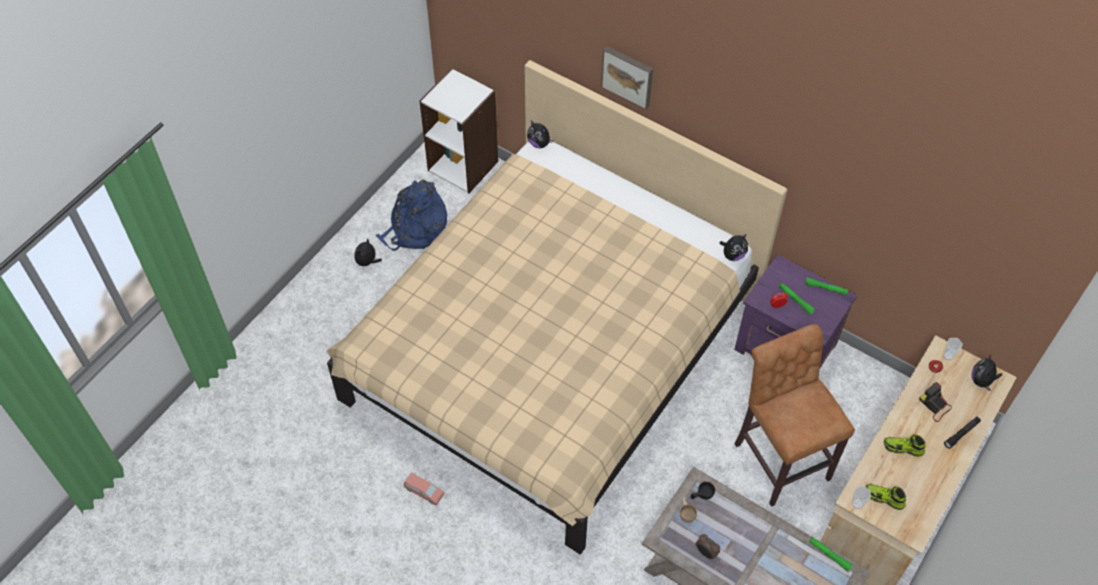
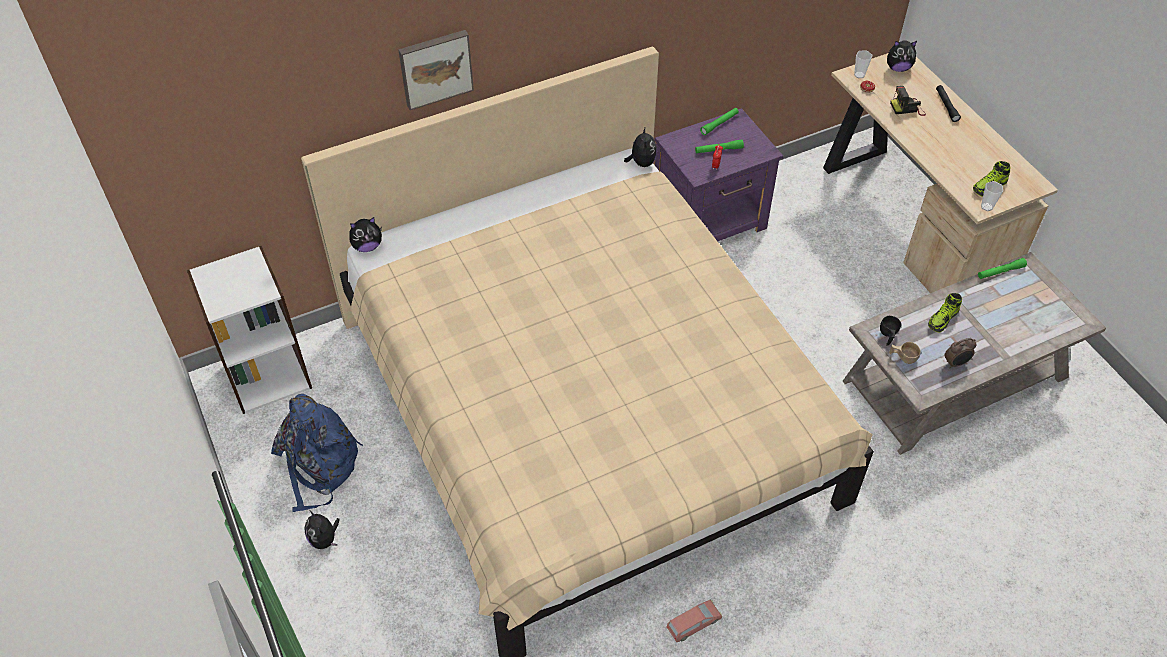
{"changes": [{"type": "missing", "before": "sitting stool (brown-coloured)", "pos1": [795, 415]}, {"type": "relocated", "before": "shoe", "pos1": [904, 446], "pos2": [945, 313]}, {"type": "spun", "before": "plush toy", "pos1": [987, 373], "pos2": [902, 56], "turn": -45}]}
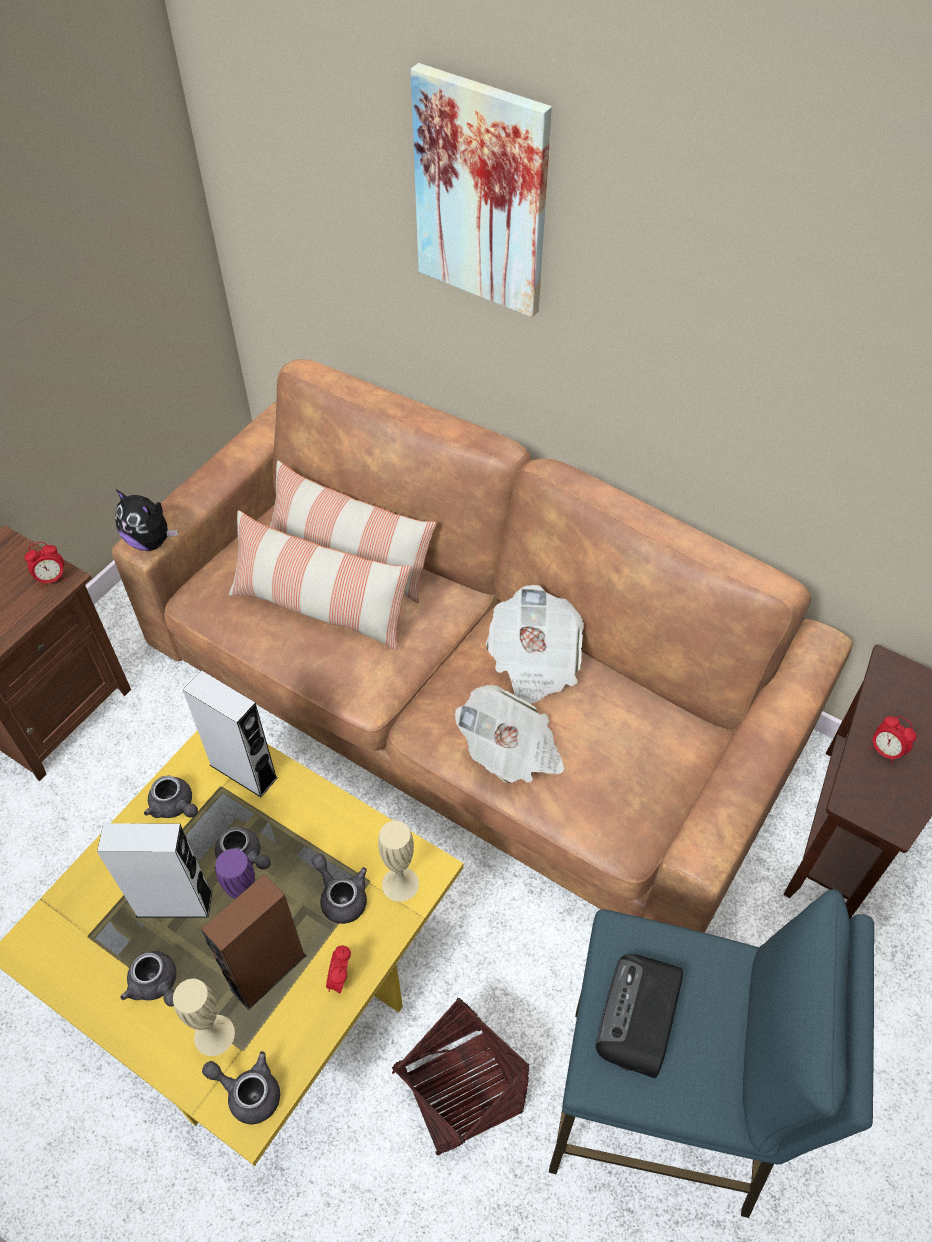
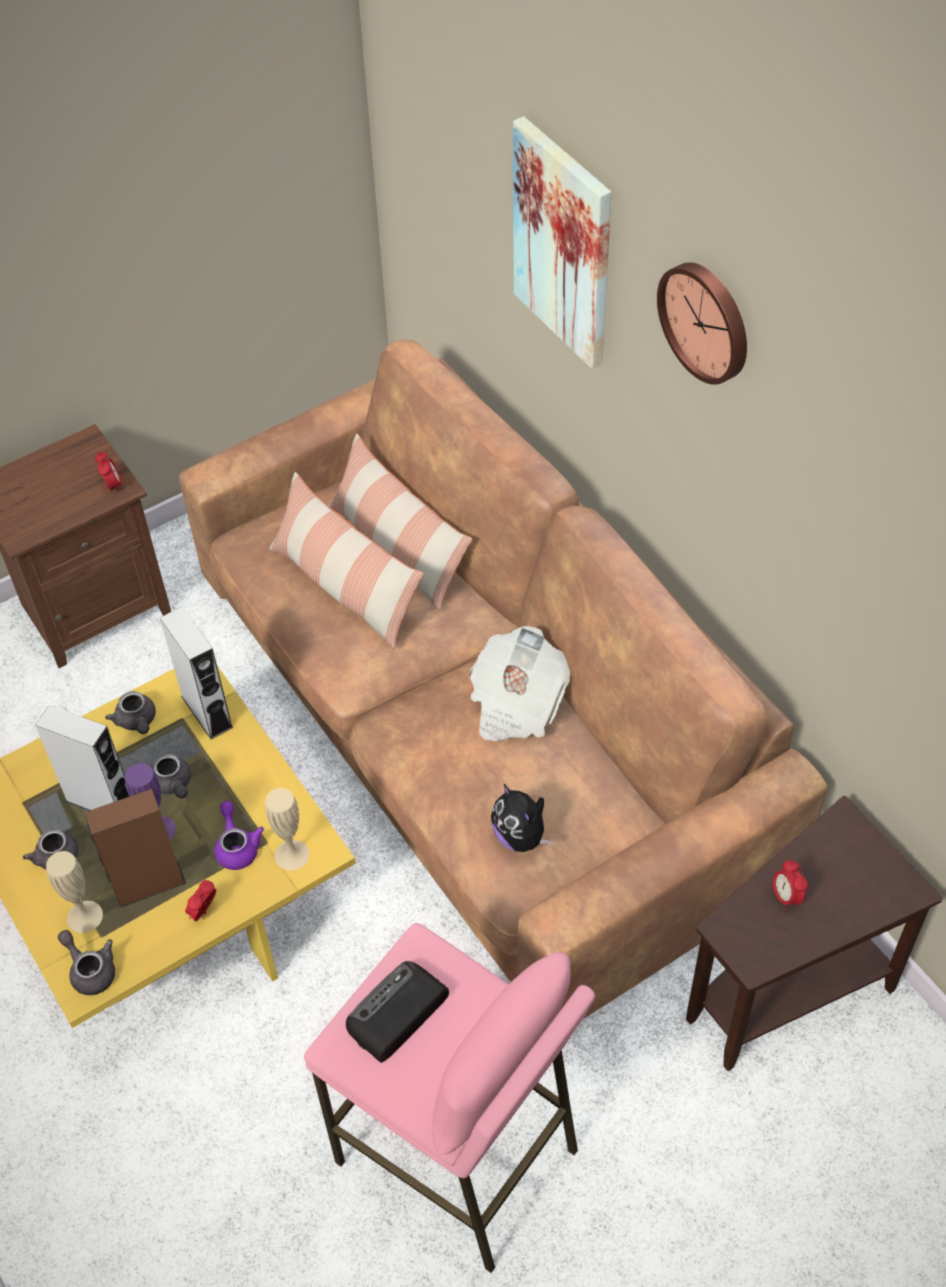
{"changes": [{"type": "missing", "before": "household basket", "pos1": [460, 1076]}, {"type": "missing", "before": "daily paper", "pos1": [509, 734]}, {"type": "appeared", "after": "wall clock", "pos2": [702, 323]}, {"type": "relocated", "before": "plush toy", "pos1": [146, 520], "pos2": [521, 817]}, {"type": "colour", "before": "tea pot (grey)", "after": "tea pot (purplish)", "pos1": [339, 889], "pos2": [239, 835]}, {"type": "colour", "before": "sitting stool (blue)", "after": "sitting stool (pinkish)", "pos1": [711, 1053], "pos2": [449, 1098]}, {"type": "spun", "before": "bedside clock", "pos1": [45, 565], "pos2": [108, 472], "turn": -105}]}
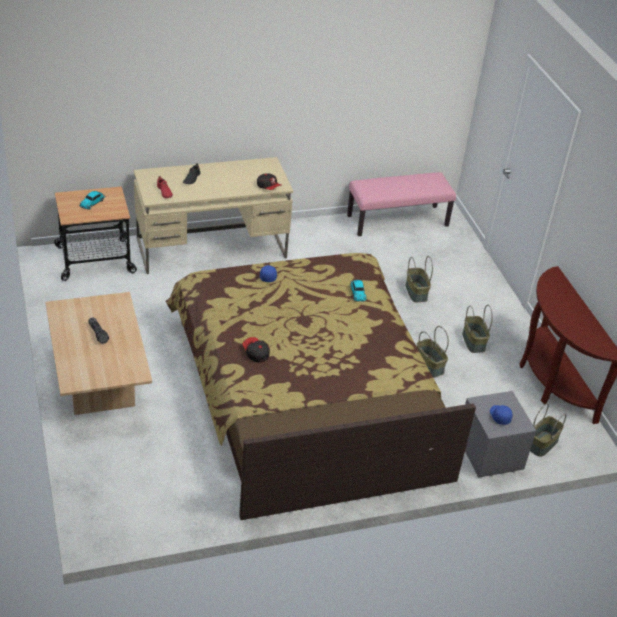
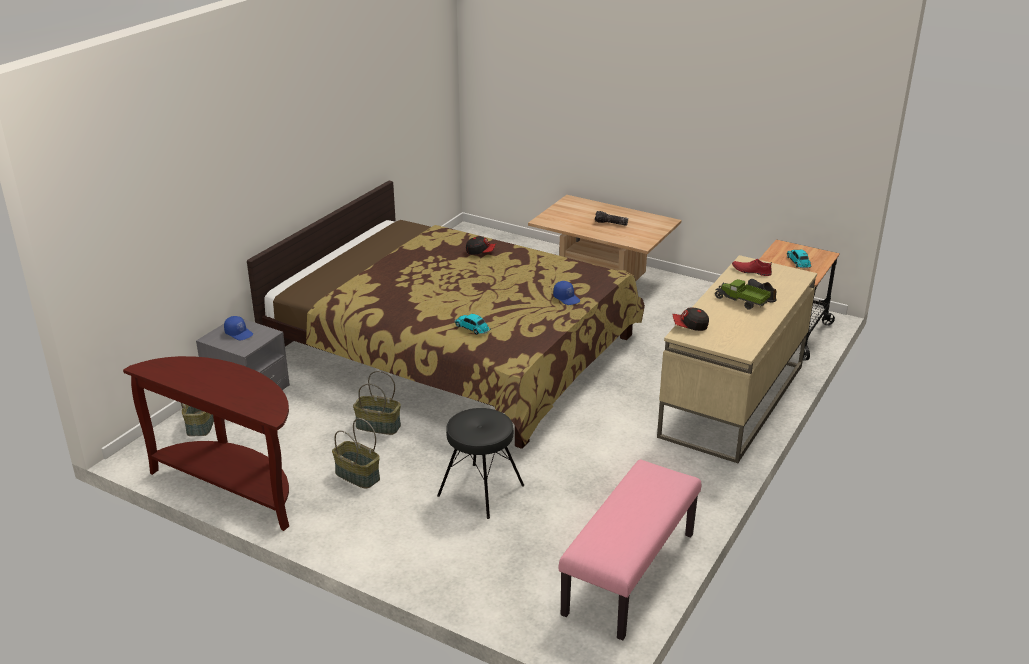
{"changes": [{"type": "appeared", "after": "toy truck", "pos2": [742, 294]}, {"type": "exchanged", "before": "household basket", "after": "sitting stool (blackish)", "pos1": [419, 279], "pos2": [480, 463]}]}
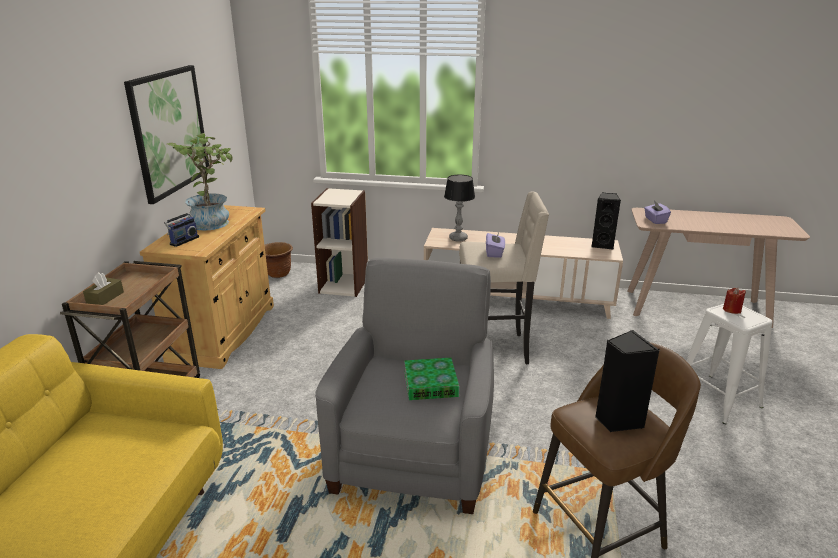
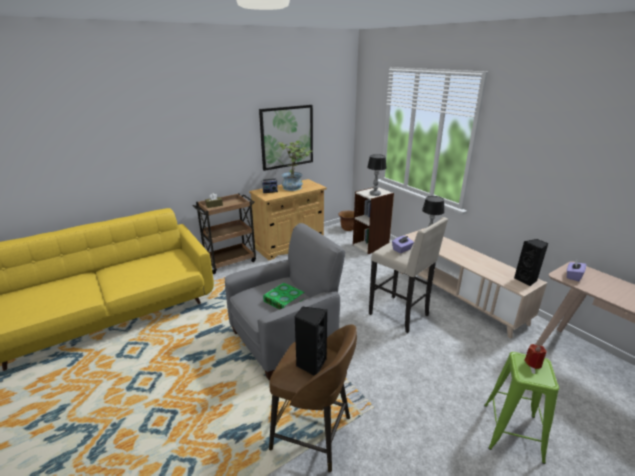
{"changes": [{"type": "appeared", "after": "table lamp", "pos2": [377, 175]}, {"type": "colour", "before": "sitting stool (whitish)", "after": "sitting stool (green)", "pos1": [729, 364], "pos2": [521, 408]}]}
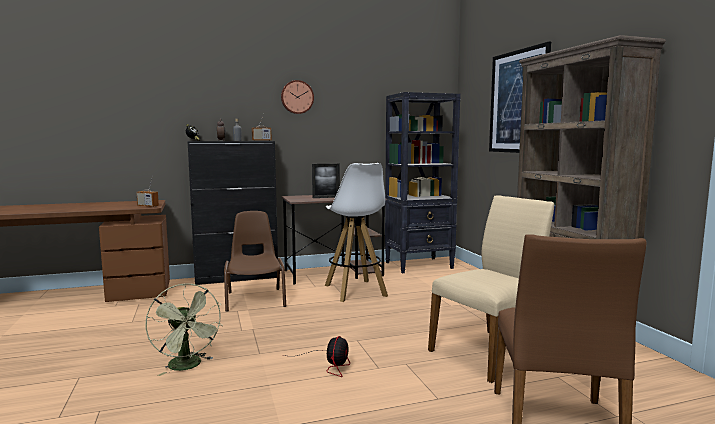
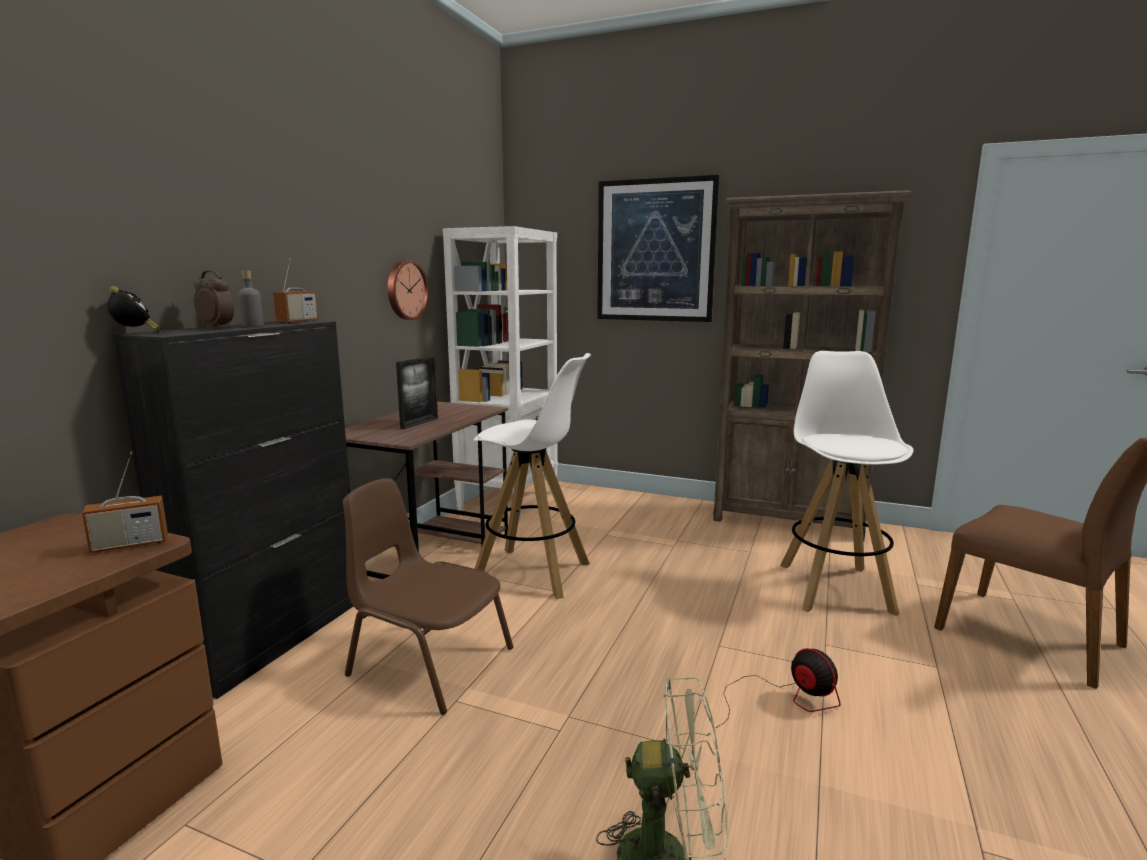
{"changes": [{"type": "relocated", "before": "wall clock", "pos1": [297, 97], "pos2": [408, 290]}, {"type": "exchanged", "before": "upright chair (sand-coloured)", "after": "sitting stool (whitish)", "pos1": [491, 289], "pos2": [846, 483]}, {"type": "colour", "before": "bookshelf (blackish)", "after": "bookshelf (whitish)", "pos1": [423, 182], "pos2": [500, 373]}]}
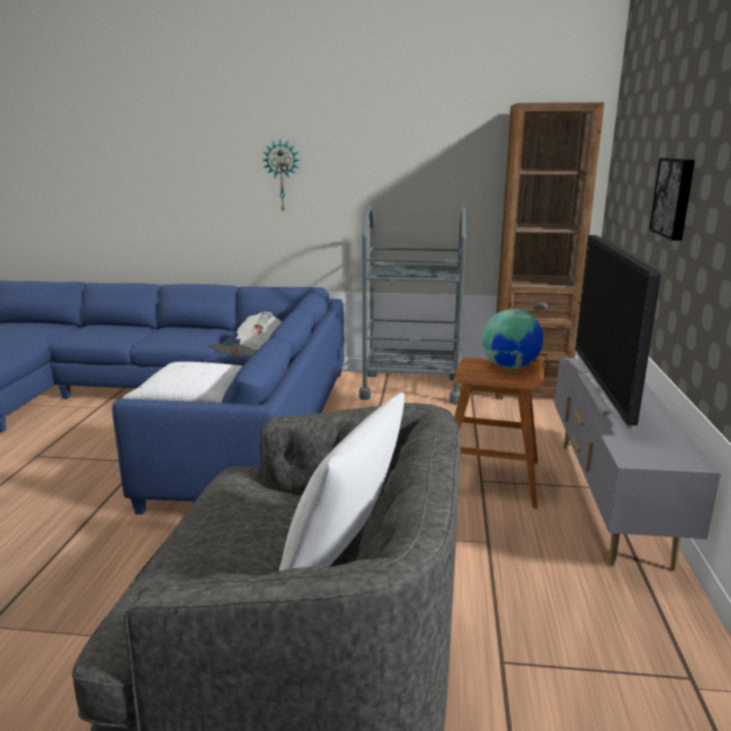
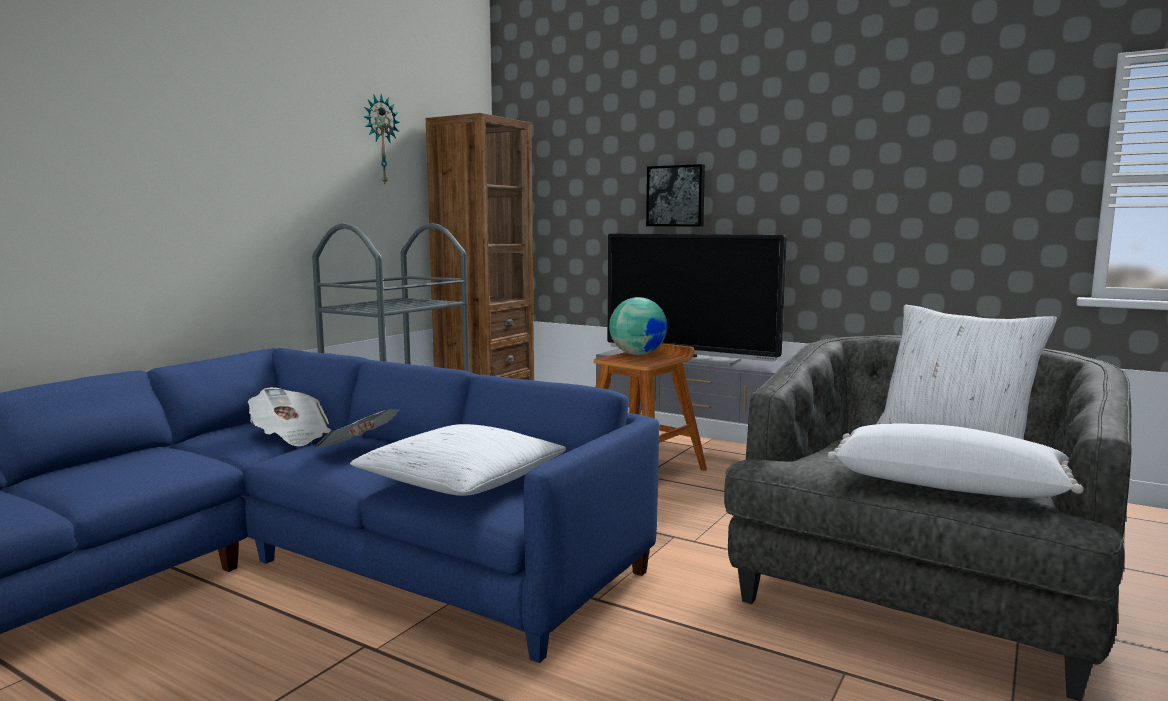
{"changes": [{"type": "appeared", "after": "cushion (whitish)", "pos2": [956, 461]}, {"type": "relocated", "before": "wall clock", "pos1": [281, 175], "pos2": [382, 139]}]}
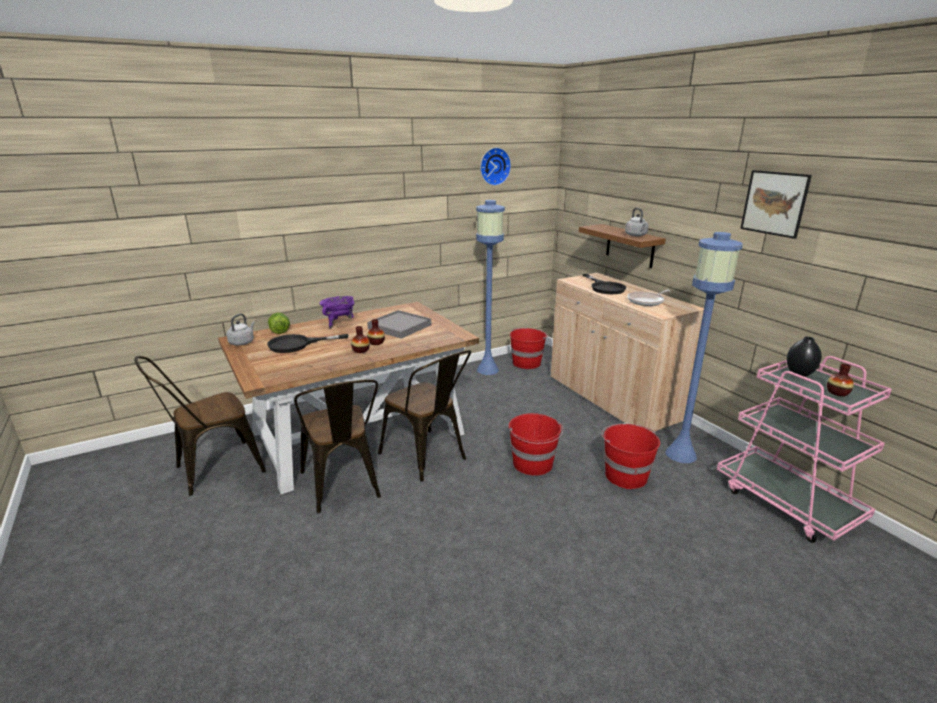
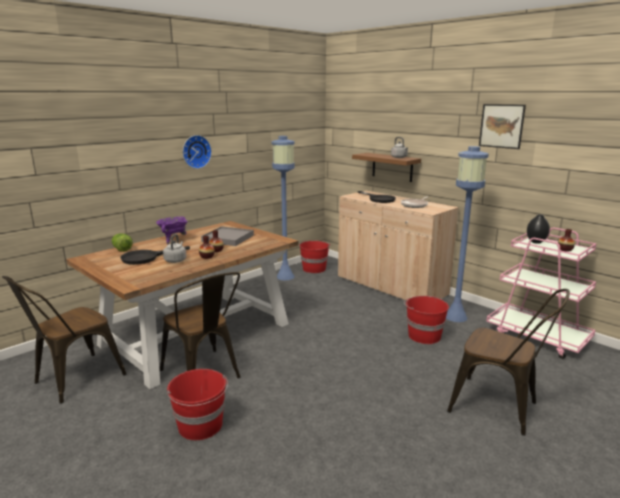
{"changes": [{"type": "relocated", "before": "water kettle (grey)", "pos1": [240, 330], "pos2": [174, 248]}, {"type": "relocated", "before": "upright chair (brown-coloured)", "pos1": [424, 416], "pos2": [508, 362]}, {"type": "relocated", "before": "wall clock", "pos1": [495, 166], "pos2": [197, 152]}, {"type": "relocated", "before": "pail (red)", "pos1": [536, 444], "pos2": [197, 404]}]}
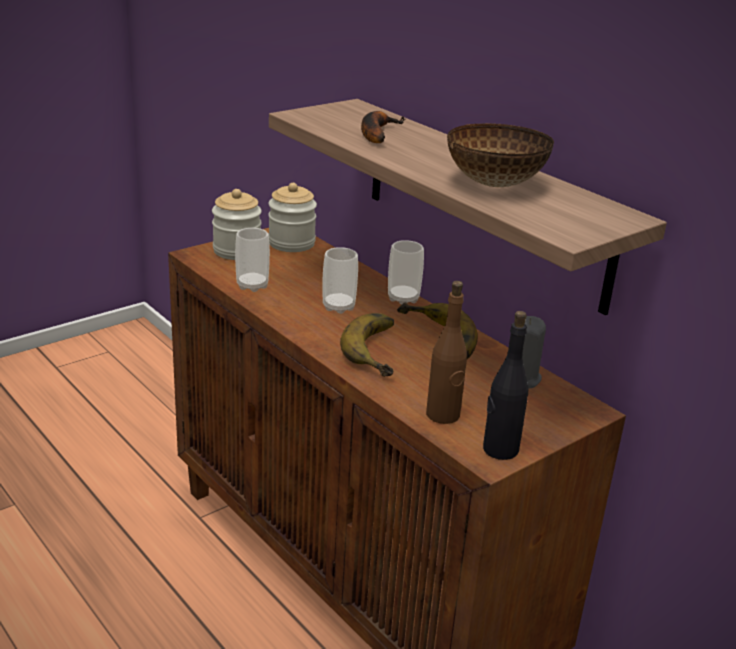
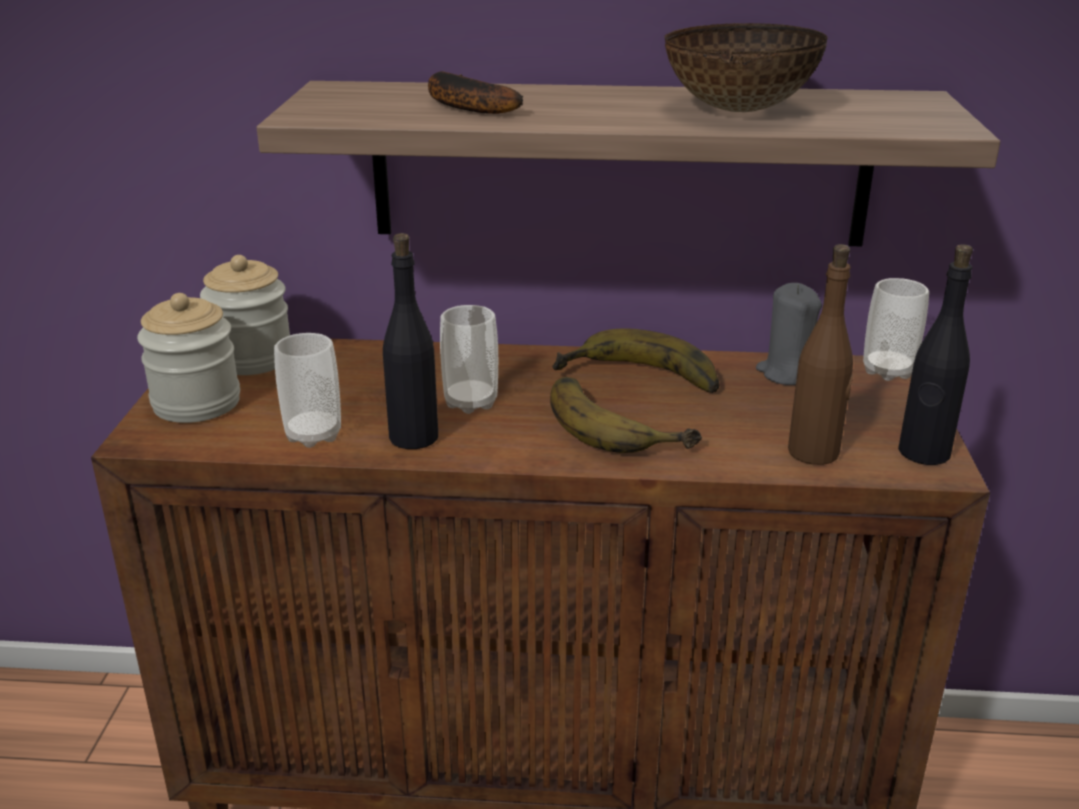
{"changes": [{"type": "appeared", "after": "beverage bottle (blackish)", "pos2": [410, 341]}, {"type": "relocated", "before": "cup", "pos1": [406, 272], "pos2": [896, 329]}]}
